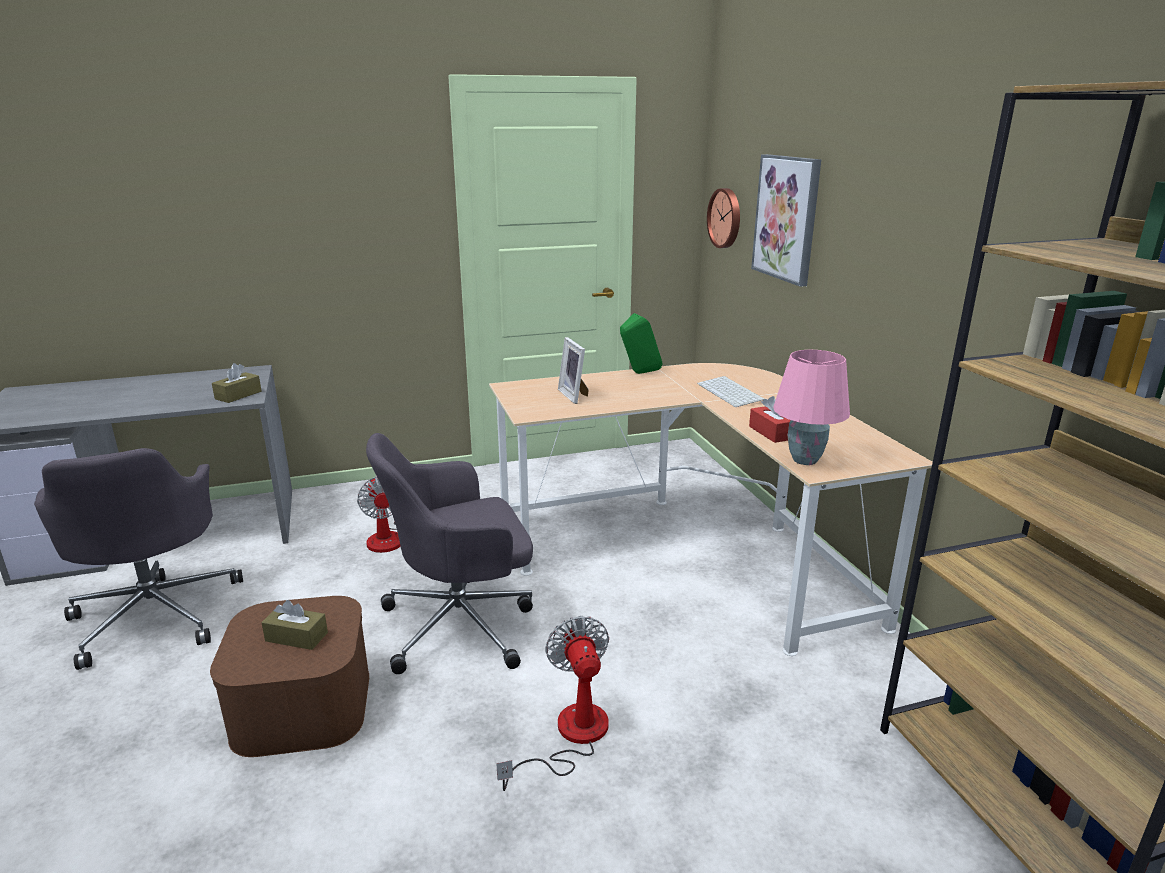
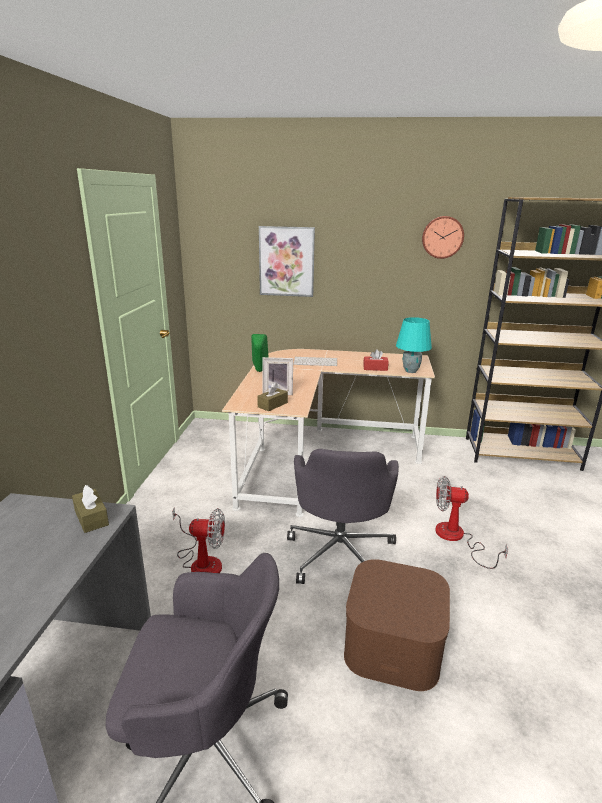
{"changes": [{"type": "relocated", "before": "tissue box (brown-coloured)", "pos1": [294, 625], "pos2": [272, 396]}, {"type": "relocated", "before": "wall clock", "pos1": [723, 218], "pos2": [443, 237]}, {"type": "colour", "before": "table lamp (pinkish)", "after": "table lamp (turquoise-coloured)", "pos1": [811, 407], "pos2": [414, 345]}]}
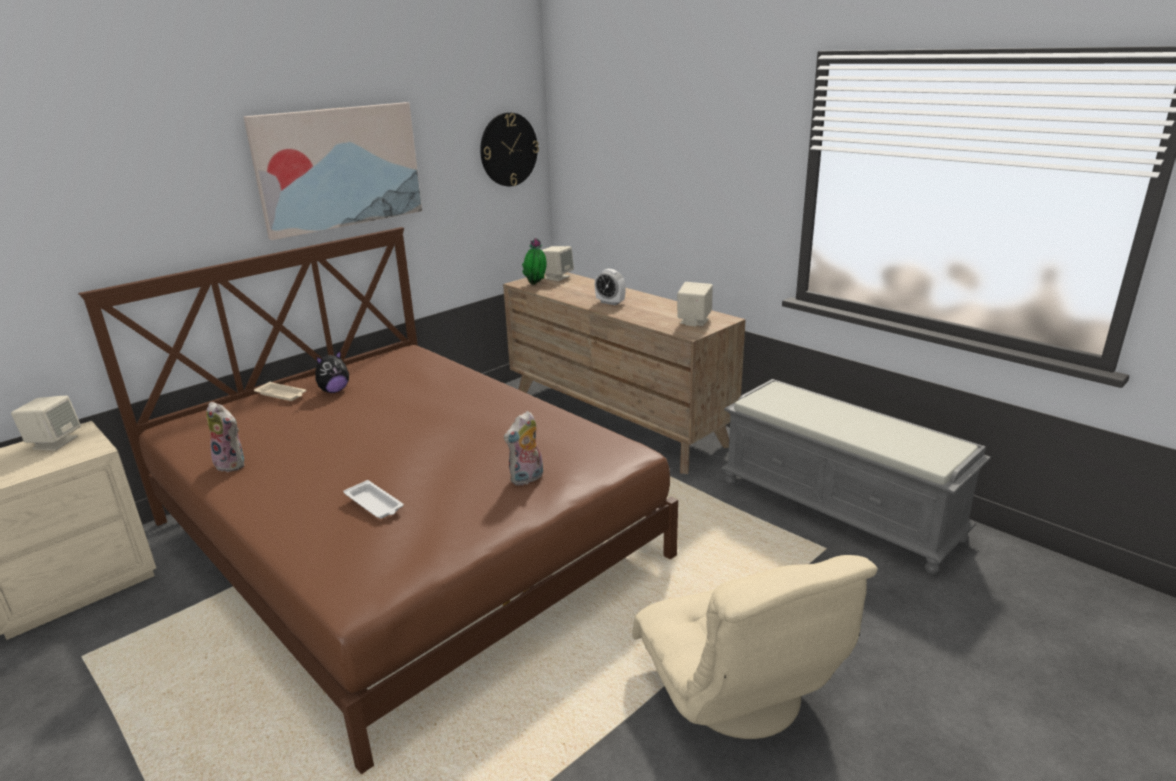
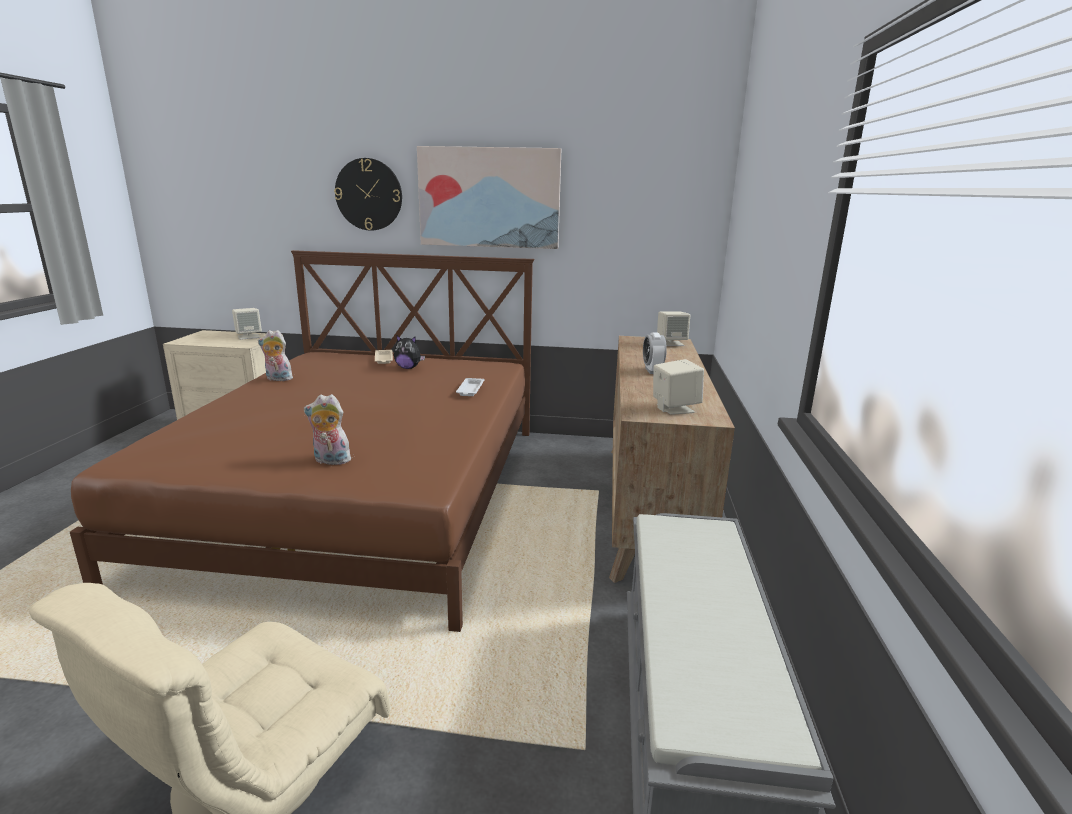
{"changes": [{"type": "missing", "before": "plant in a pot", "pos1": [534, 261]}, {"type": "relocated", "before": "serving tray (whitish)", "pos1": [373, 499], "pos2": [470, 387]}, {"type": "relocated", "before": "wall clock", "pos1": [509, 149], "pos2": [368, 194]}, {"type": "spun", "before": "plush toy", "pos1": [225, 437], "pos2": [275, 355], "turn": 105}]}
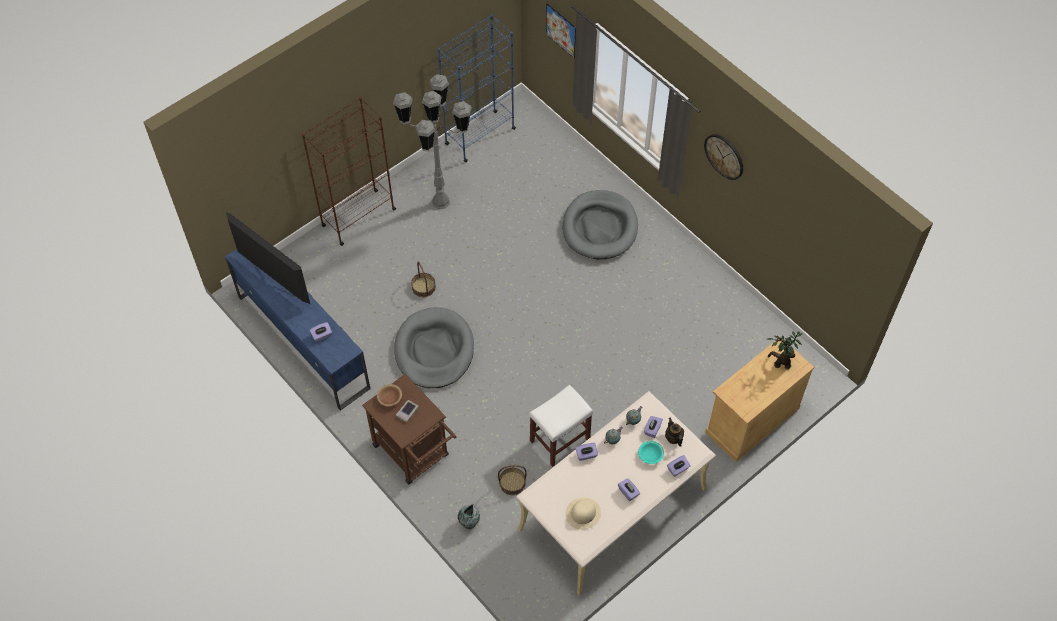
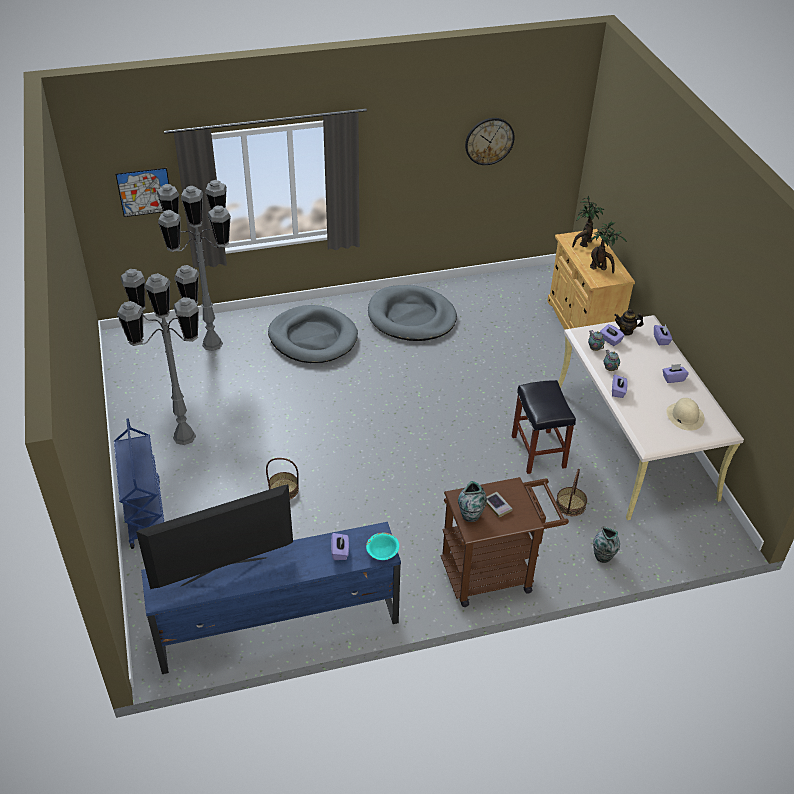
{"changes": [{"type": "missing", "before": "bookshelf (blue)", "pos1": [477, 88]}, {"type": "appeared", "after": "floor lamp (grey)", "pos2": [194, 265]}, {"type": "appeared", "after": "plant in a pot", "pos2": [608, 247]}, {"type": "relocated", "before": "pet bed (grey)", "pos1": [434, 347], "pos2": [412, 313]}, {"type": "relocated", "before": "serving bowl (turquoise-coloured)", "pos1": [651, 452], "pos2": [382, 546]}, {"type": "relocated", "before": "wall clock", "pos1": [723, 157], "pos2": [490, 141]}, {"type": "exchanged", "before": "bookshelf (brown-coloured)", "after": "cart (blue)", "pos1": [349, 171], "pos2": [139, 483]}, {"type": "exchanged", "before": "serving bowl (brown-coloured)", "after": "vase", "pos1": [389, 395], "pos2": [472, 501]}, {"type": "colour", "before": "sitting stool (whitish)", "after": "sitting stool (blackish)", "pos1": [561, 426], "pos2": [544, 427]}]}
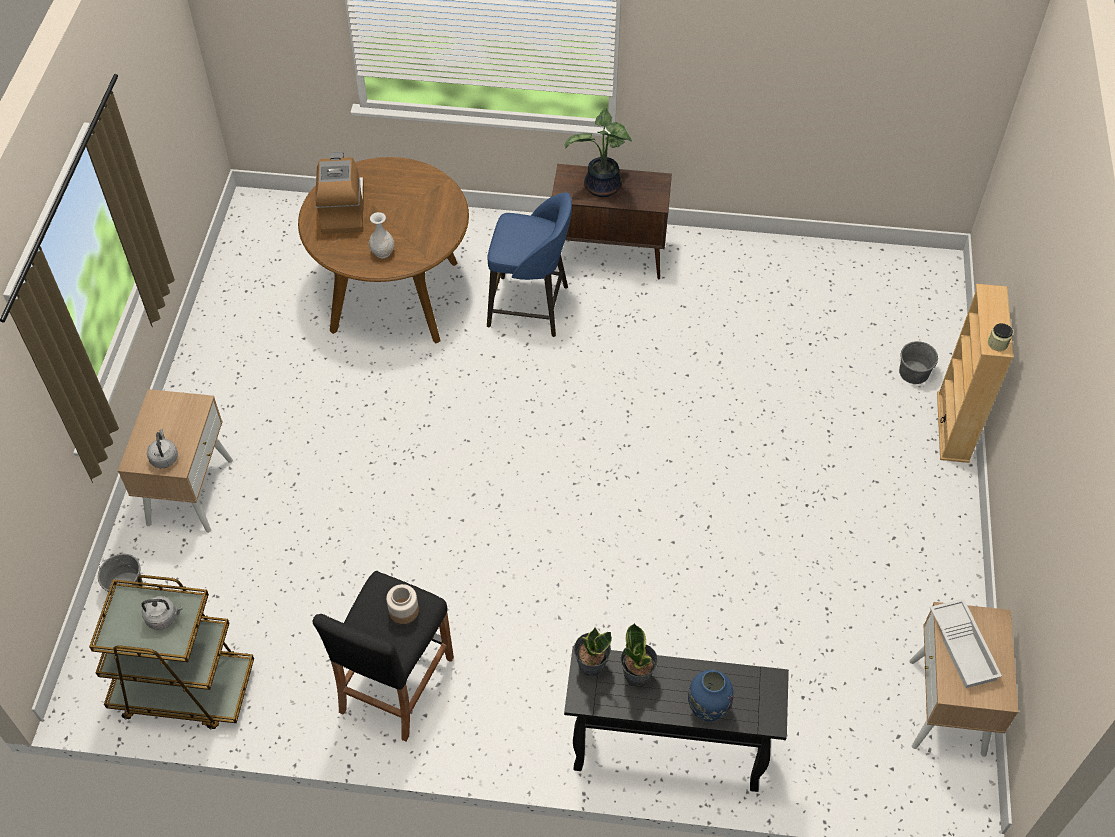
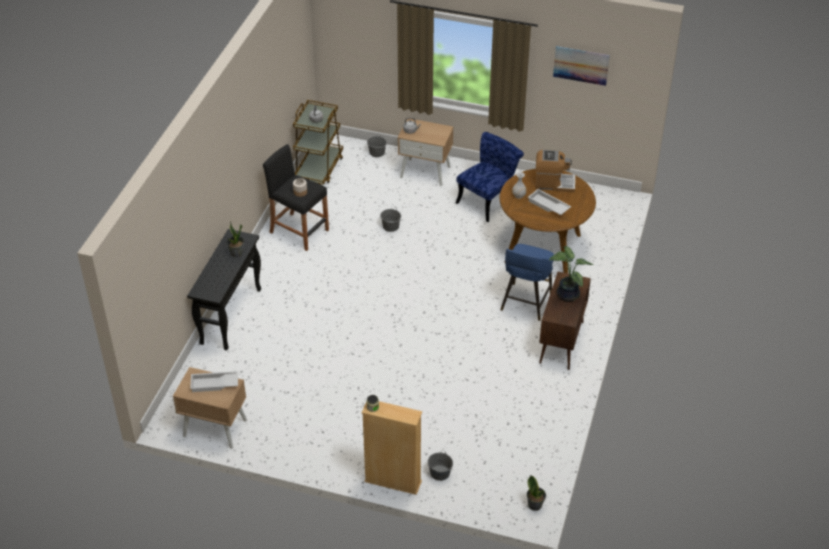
{"changes": [{"type": "missing", "before": "vase (blue)", "pos1": [711, 695]}, {"type": "appeared", "after": "pail (grey)", "pos2": [390, 219]}, {"type": "appeared", "after": "upright chair (blue)", "pos2": [489, 177]}, {"type": "appeared", "after": "serving tray (whitish)", "pos2": [549, 202]}, {"type": "appeared", "after": "wall art", "pos2": [581, 66]}, {"type": "relocated", "before": "plant in a pot", "pos1": [593, 652], "pos2": [536, 493]}]}
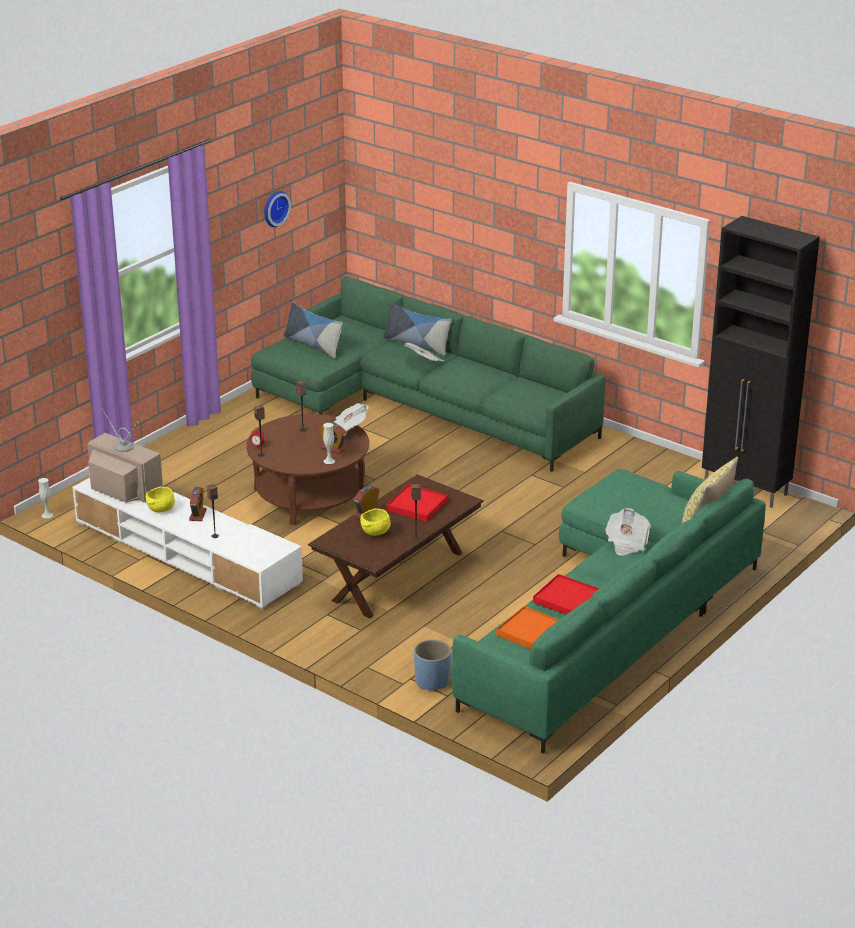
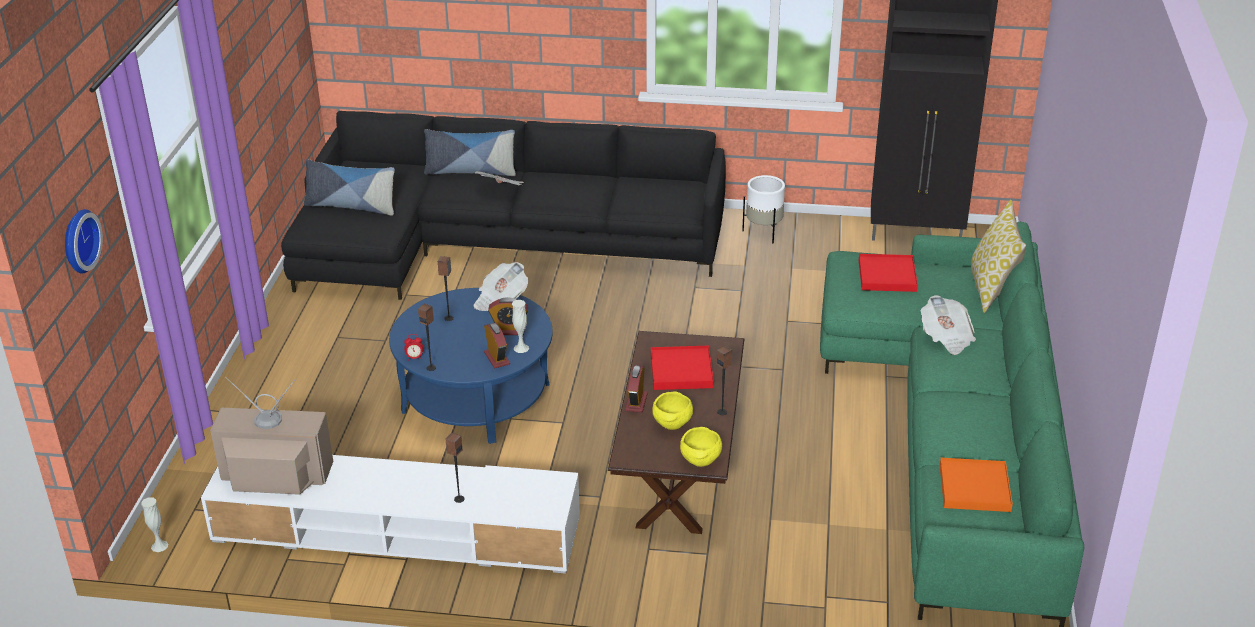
{"changes": [{"type": "missing", "before": "planter (blue)", "pos1": [432, 664]}, {"type": "appeared", "after": "planter (whitish)", "pos2": [763, 209]}, {"type": "relocated", "before": "serving bowl (yellow)", "pos1": [160, 499], "pos2": [701, 447]}, {"type": "relocated", "before": "bedside clock", "pos1": [198, 504], "pos2": [497, 345]}, {"type": "relocated", "before": "wall clock", "pos1": [277, 209], "pos2": [84, 241]}, {"type": "relocated", "before": "serving tray (red)", "pos1": [566, 594], "pos2": [888, 273]}, {"type": "colour", "before": "lounge table (brown-coloured)", "after": "lounge table (blue)", "pos1": [307, 469], "pos2": [471, 366]}, {"type": "colour", "before": "settee (green)", "after": "settee (blackish)", "pos1": [428, 374], "pos2": [503, 205]}]}
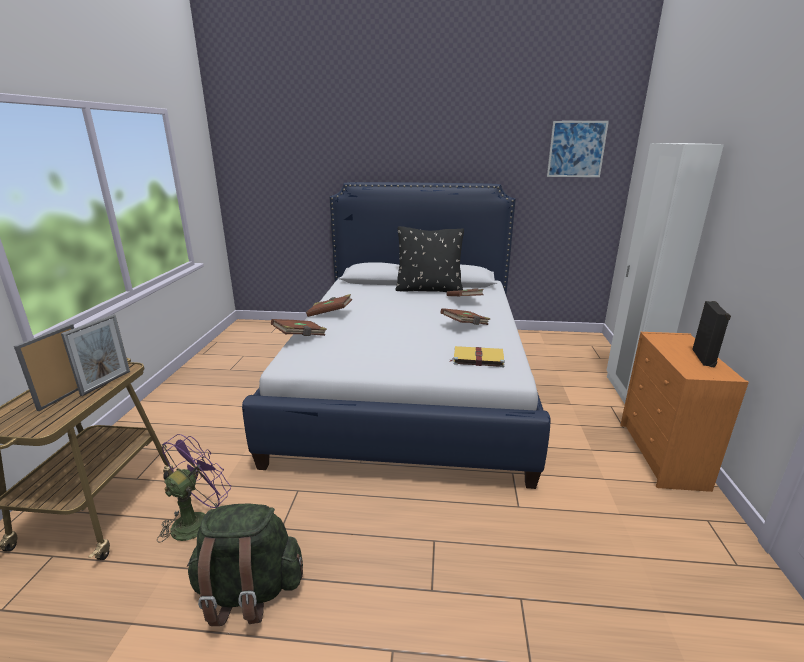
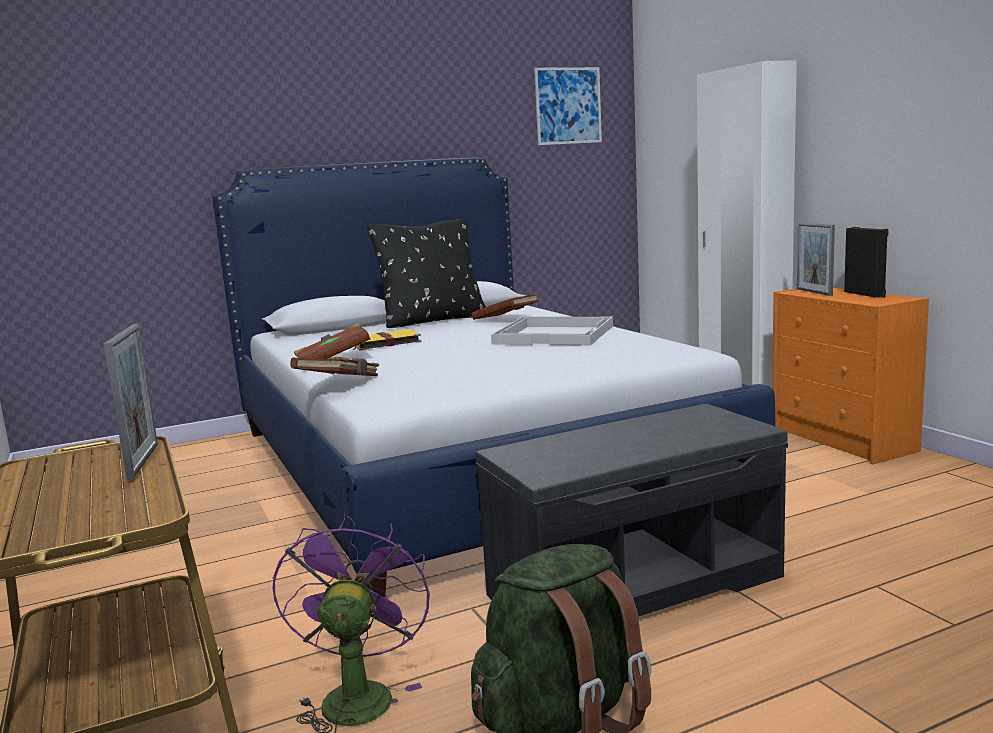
{"changes": [{"type": "appeared", "after": "bench (grey)", "pos2": [631, 510]}, {"type": "relocated", "before": "picture frame", "pos1": [46, 367], "pos2": [816, 259]}, {"type": "relocated", "before": "volume (yellow)", "pos1": [477, 356], "pos2": [387, 339]}, {"type": "exchanged", "before": "volume (brown-coloured)", "after": "serving tray (whitish)", "pos1": [465, 316], "pos2": [552, 331]}]}
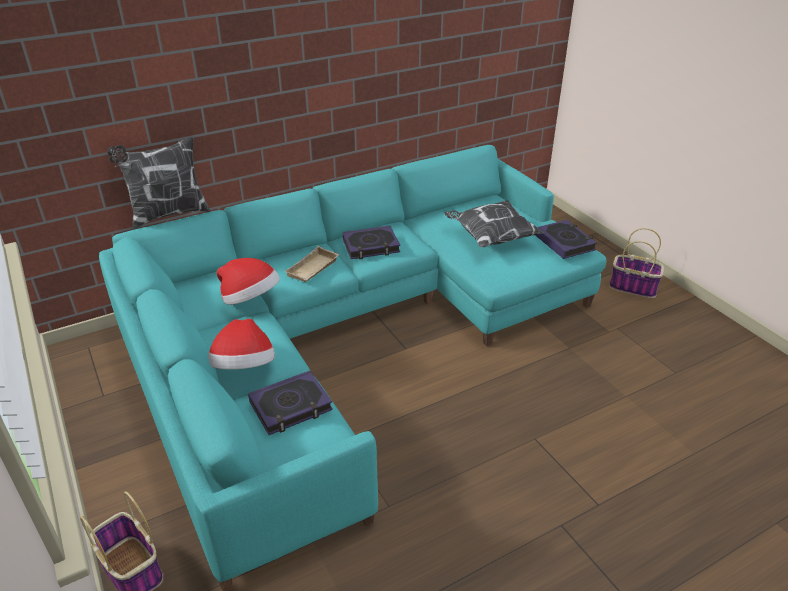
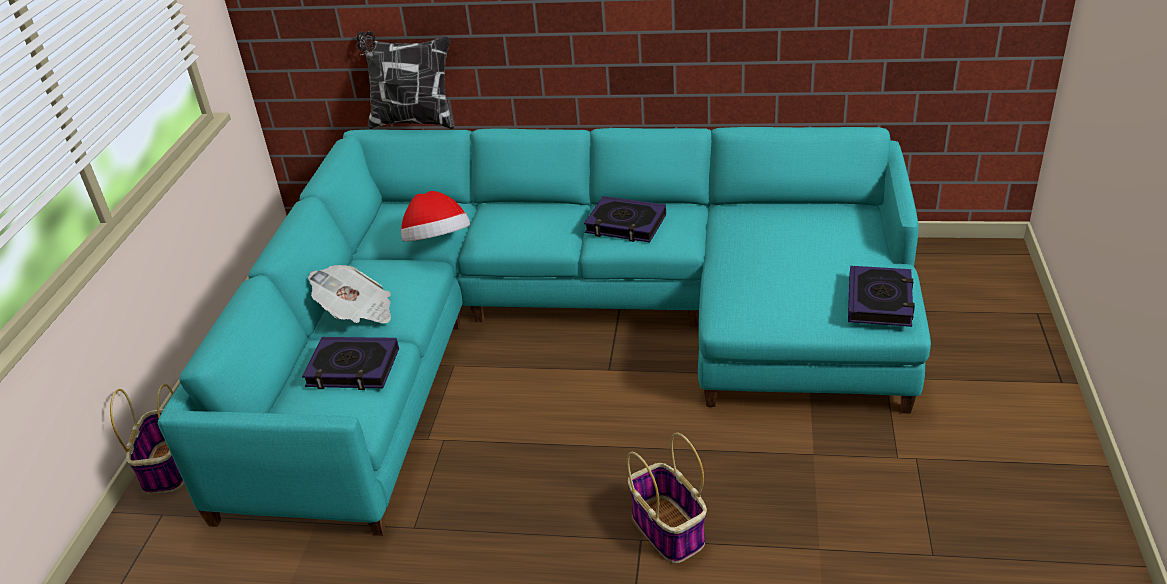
{"changes": [{"type": "missing", "before": "serving tray (sand-coloured)", "pos1": [312, 264]}, {"type": "missing", "before": "cushion", "pos1": [494, 223]}, {"type": "relocated", "before": "household basket", "pos1": [636, 263], "pos2": [667, 497]}, {"type": "exchanged", "before": "clothing hat", "after": "daily paper", "pos1": [241, 344], "pos2": [349, 294]}]}
